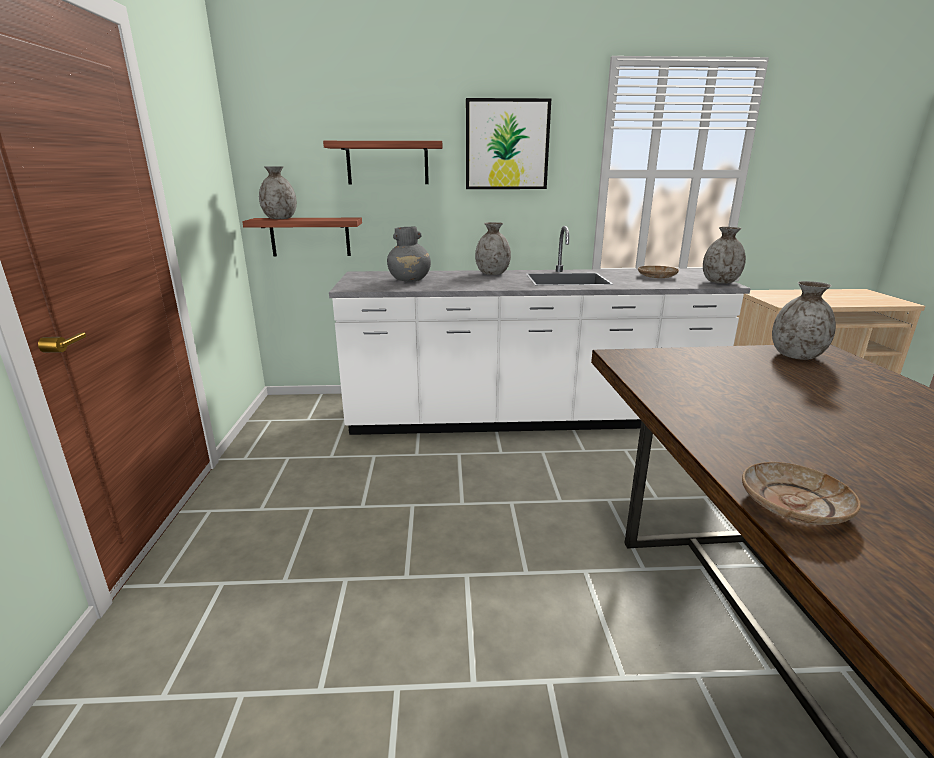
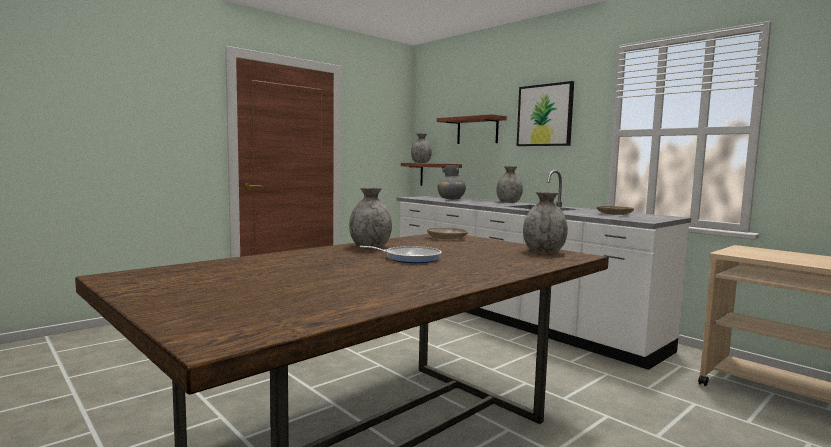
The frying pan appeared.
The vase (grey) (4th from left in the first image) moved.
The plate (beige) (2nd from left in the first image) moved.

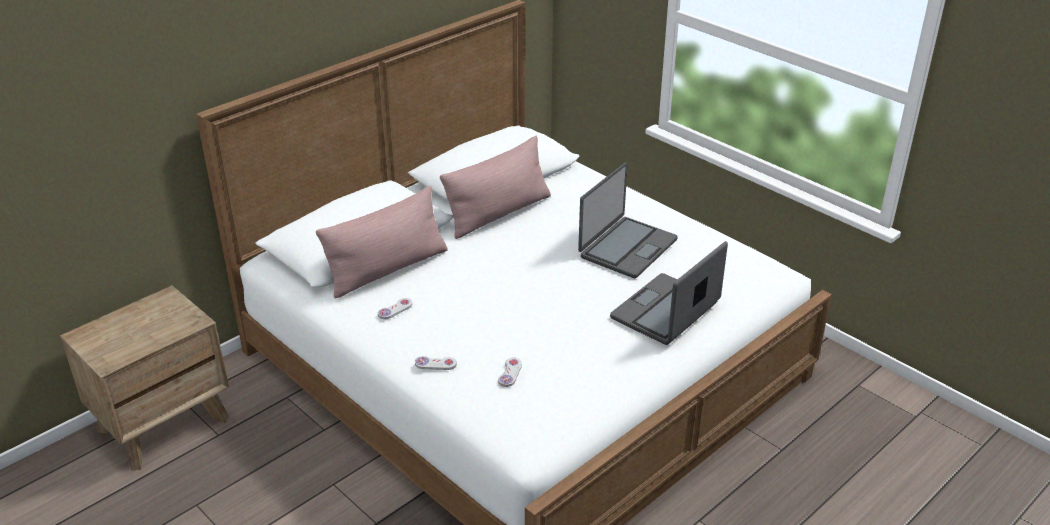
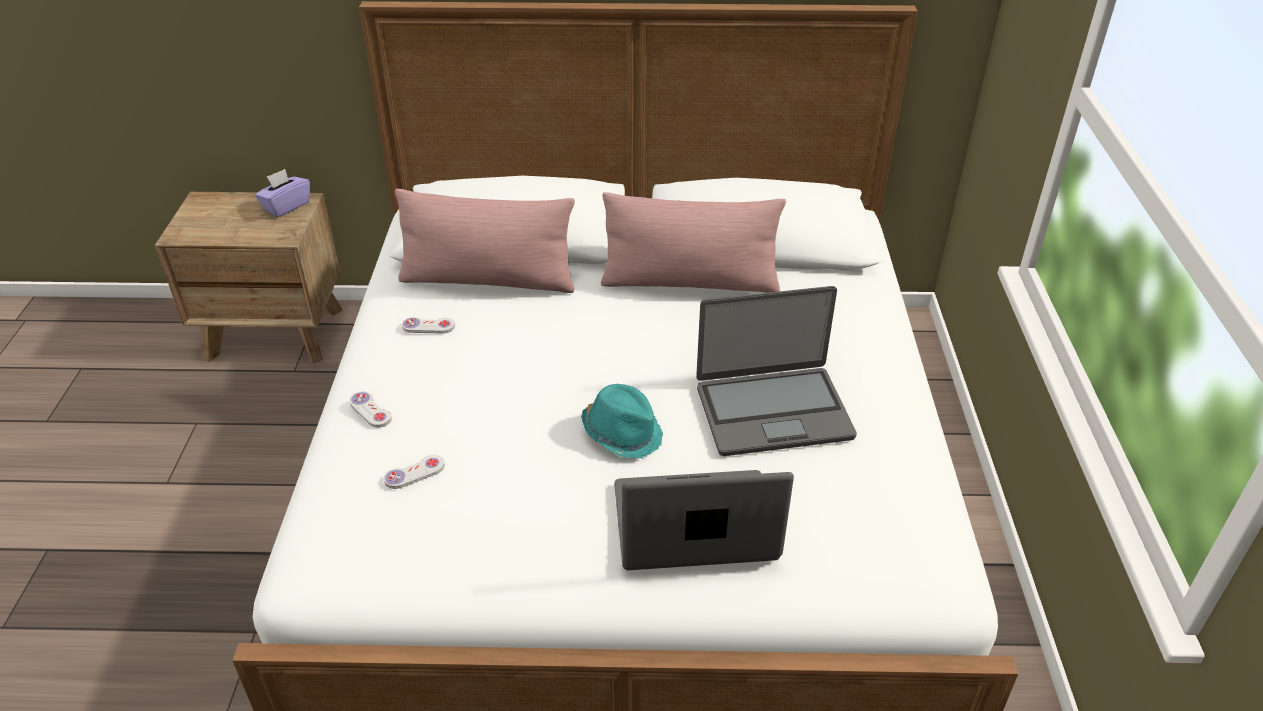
The tissue box (purple) appeared.
The hat (turquoise) appeared.

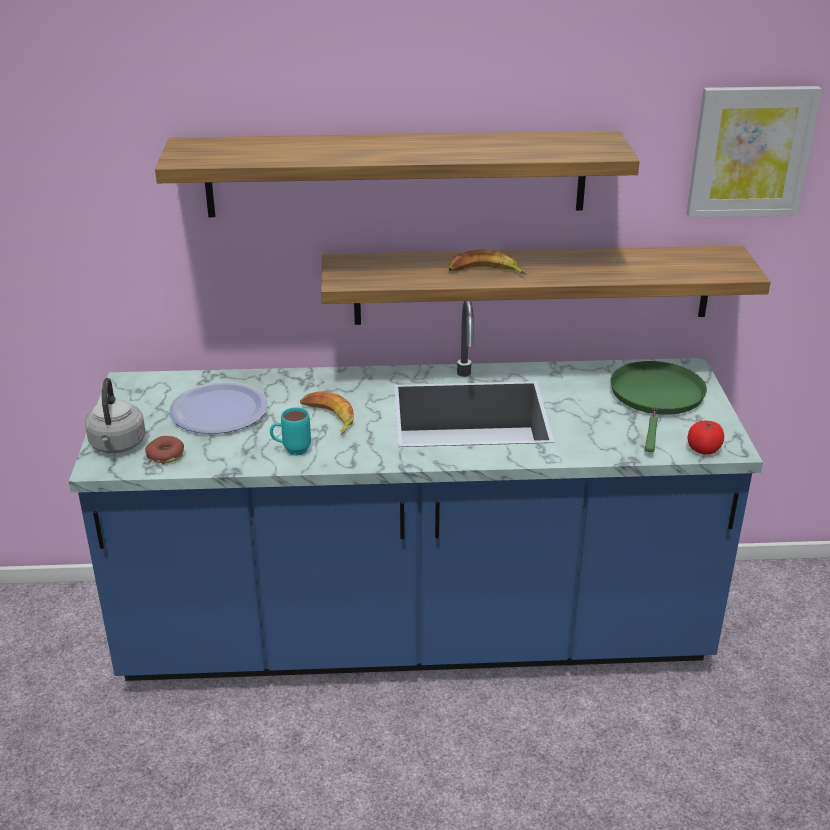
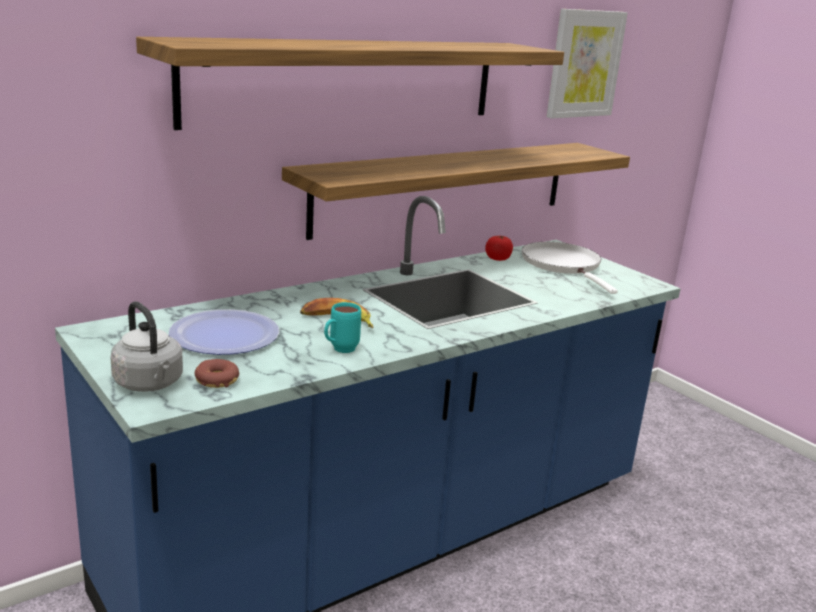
The banana (2nd from left) disappeared.
The tomato moved.
The frying pan (green) became the frying pan (white).

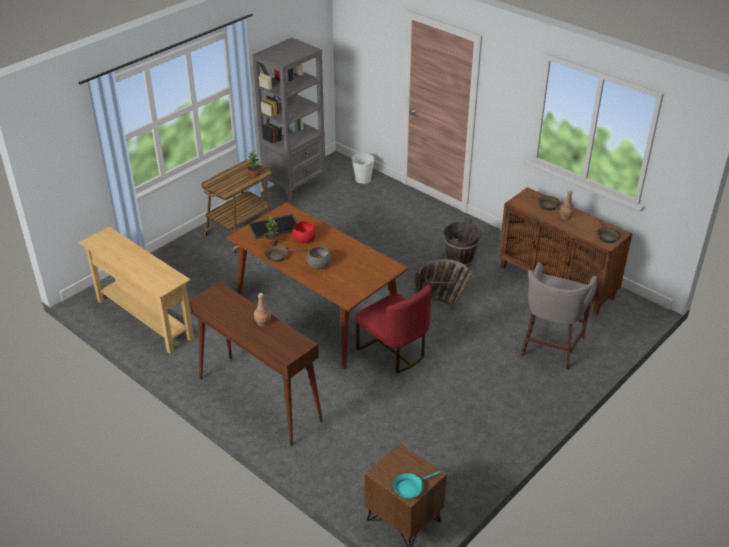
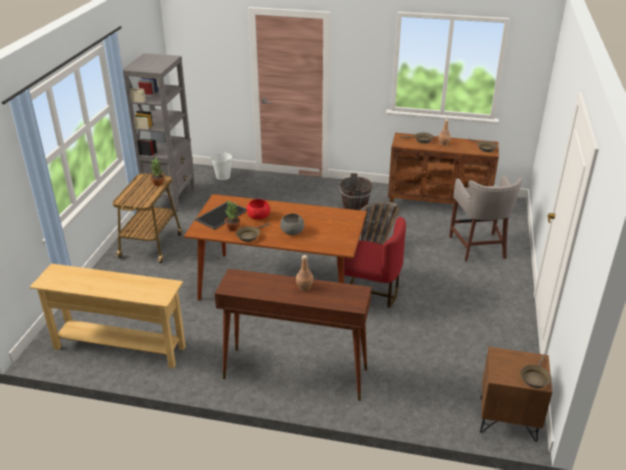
The frying pan (turquoise) became the frying pan (brown) (4th from left).

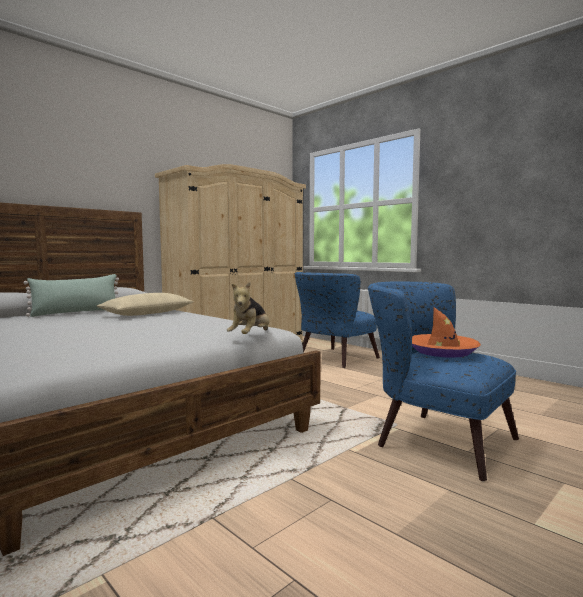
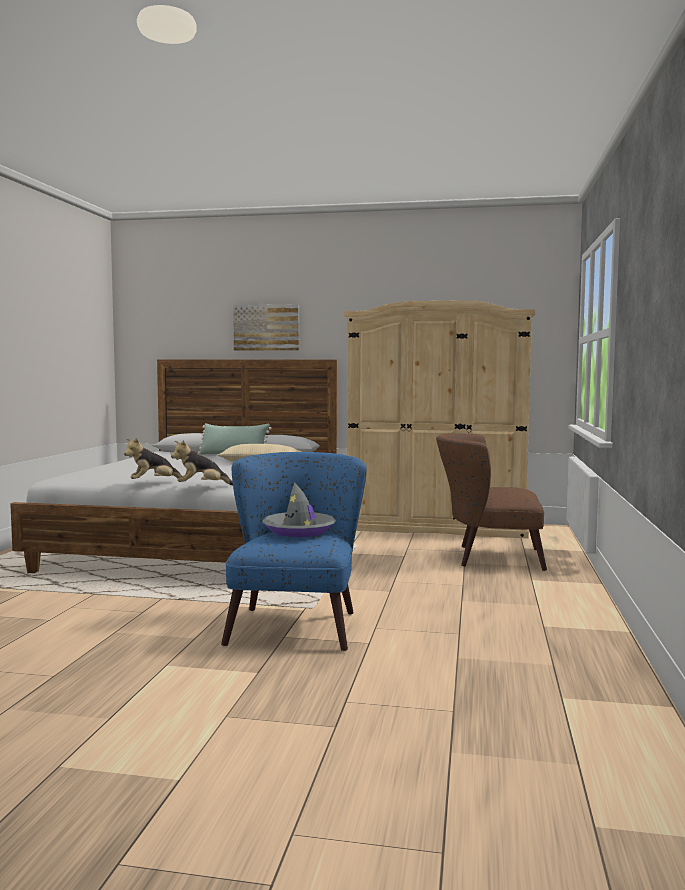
The plush toy (1st from left) appeared.
The picture appeared.
The armchair (blue) (1st from left) became the armchair (brown).
The hat (orange) became the hat (grey).

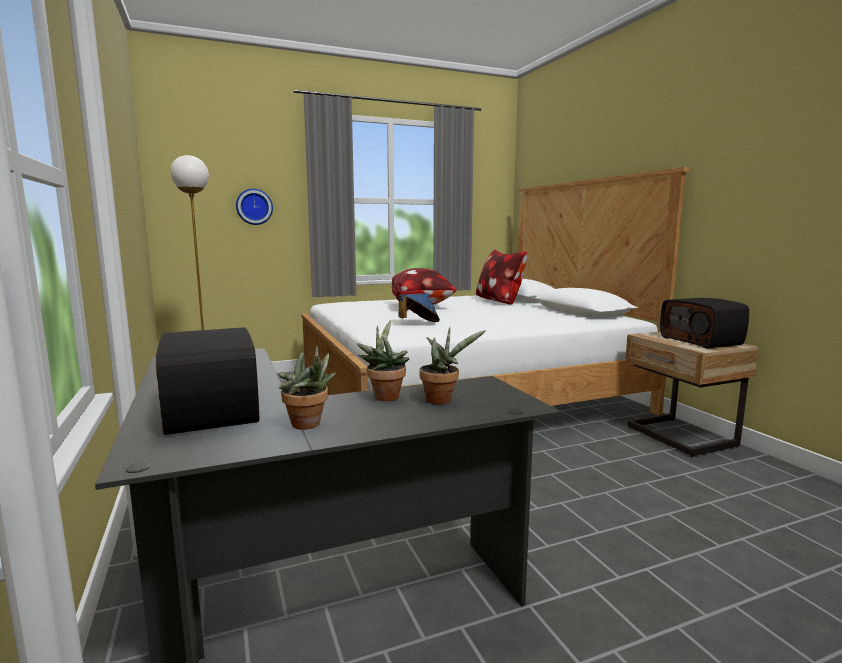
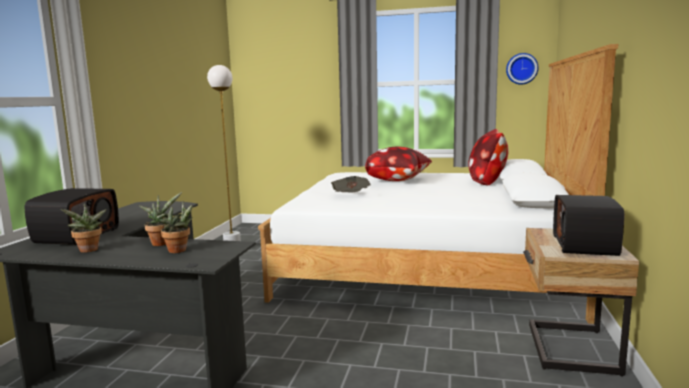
The wall clock moved.
The hat (blue) was replaced by the newspaper.

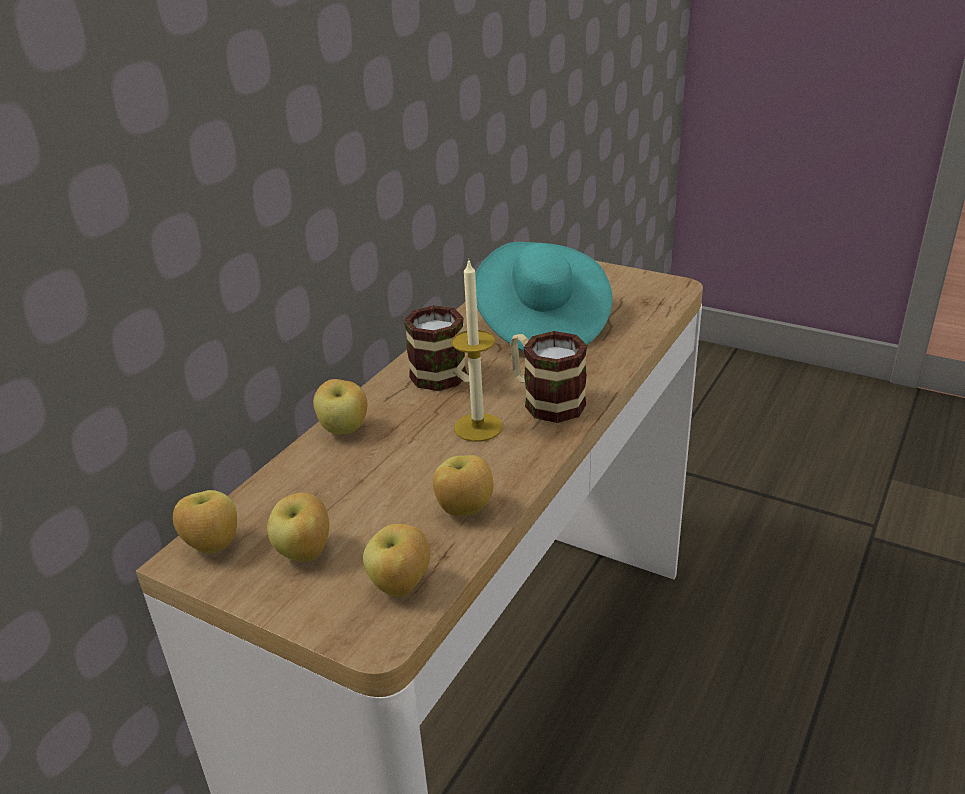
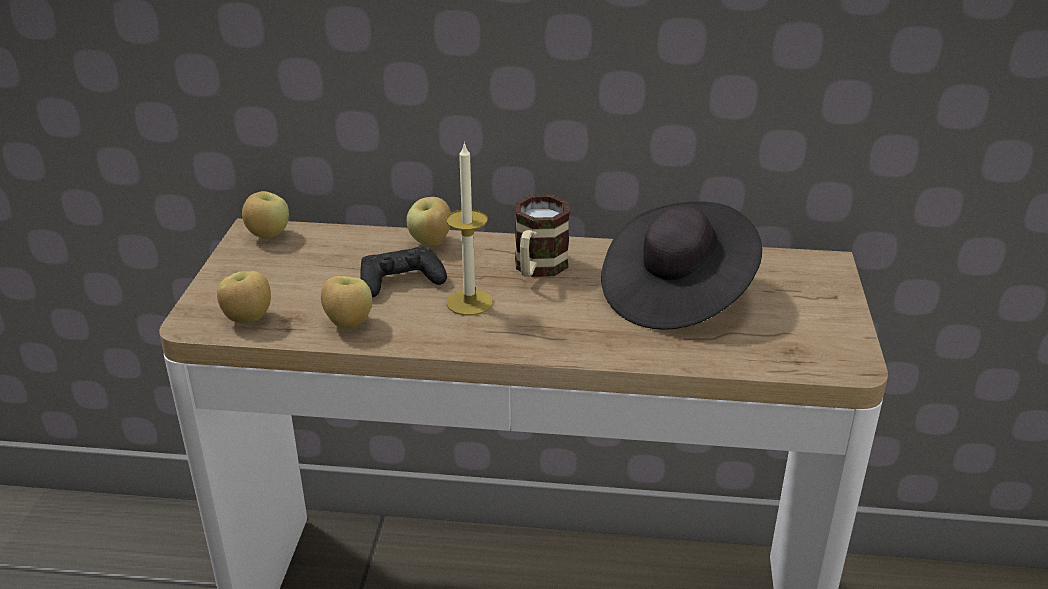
The apple (2nd from left) disappeared.
The mug (2nd from left) disappeared.
The game controller (black) appeared.
The hat (turquoise) became the hat (black).

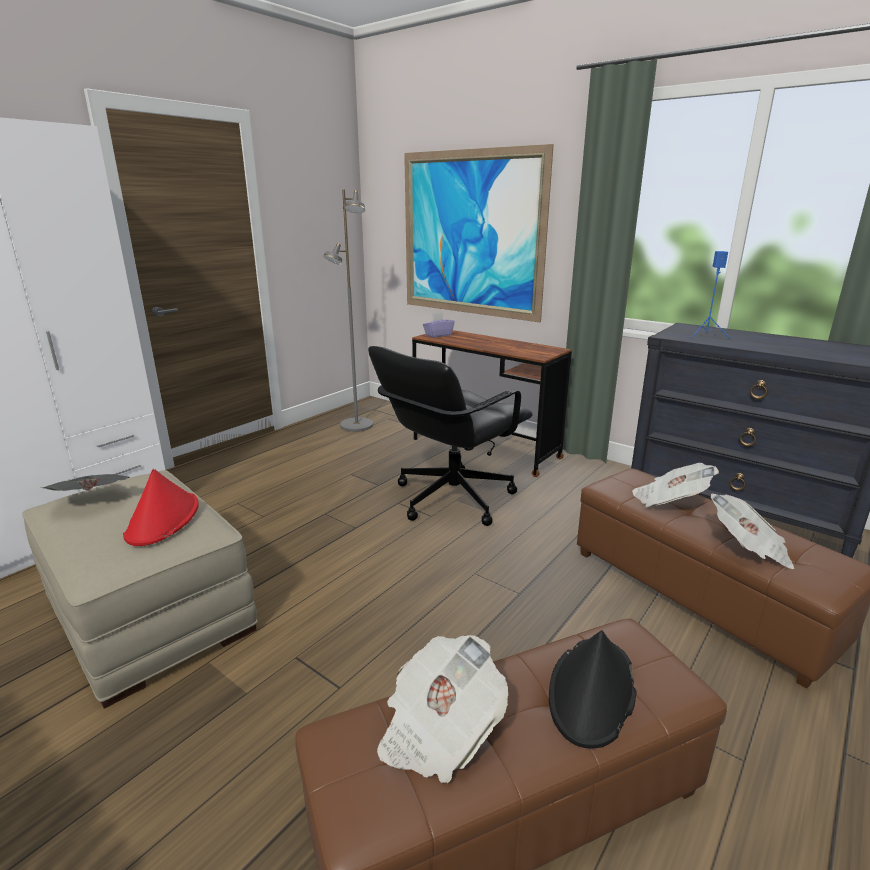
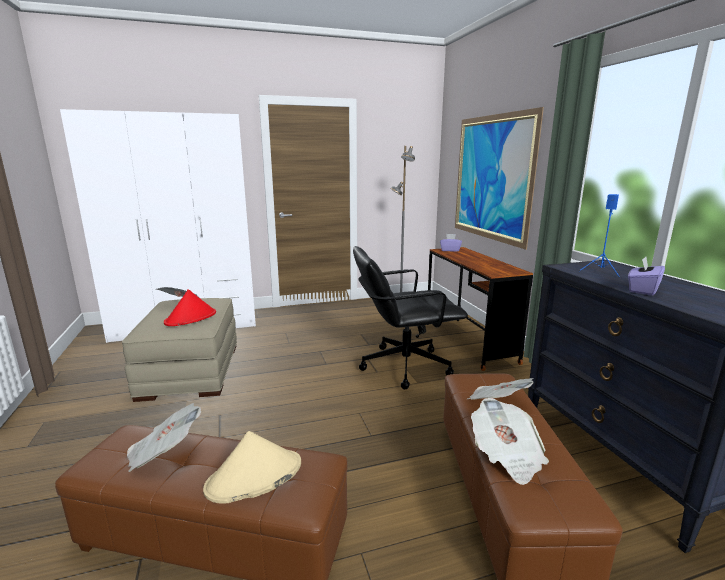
The tissue box (purple) (2nd from left) appeared.
The hat (black) became the hat (beige).

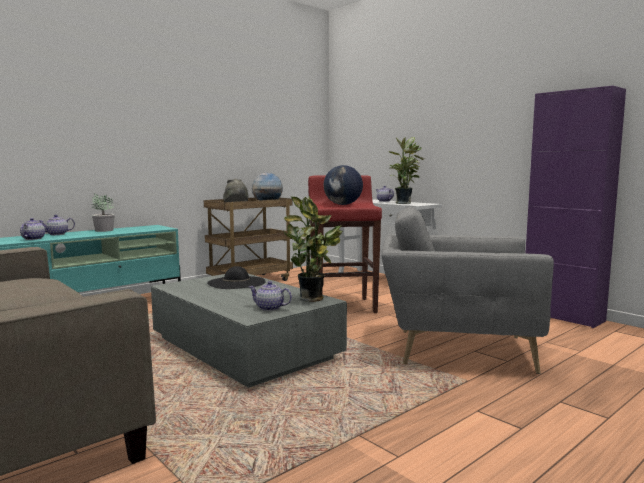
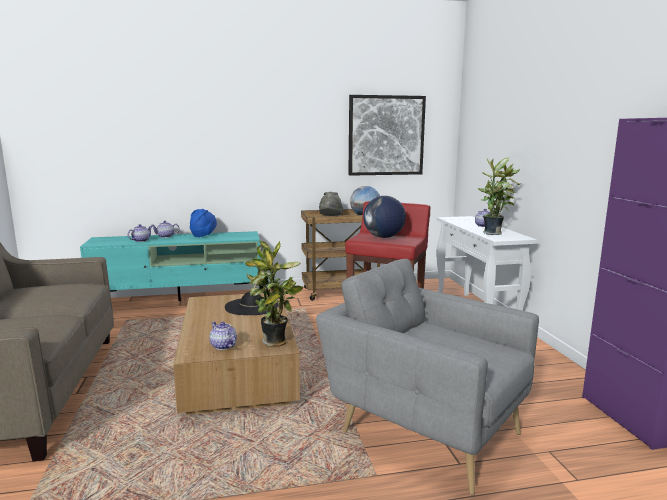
The picture appeared.
The potted plant (1st from left) was replaced by the hat (blue).
The coffee table (grey) became the coffee table (brown).

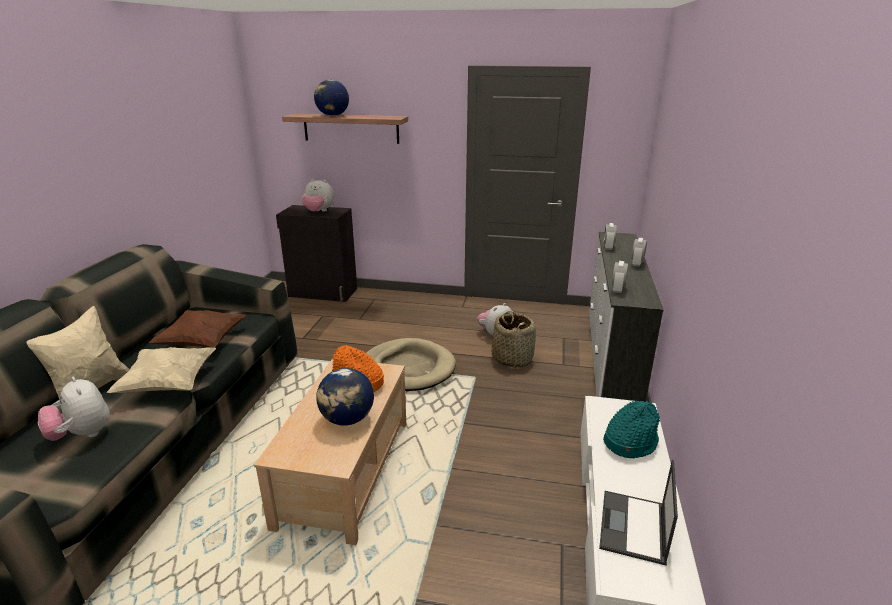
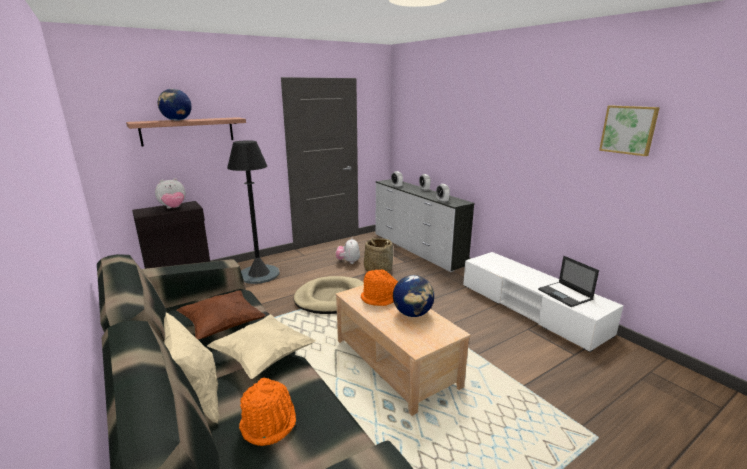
The hat (turquoise) disappeared.
The floor lamp (black) appeared.
The picture appeared.
The plush toy (1st from left) was replaced by the hat (orange) (1st from left).

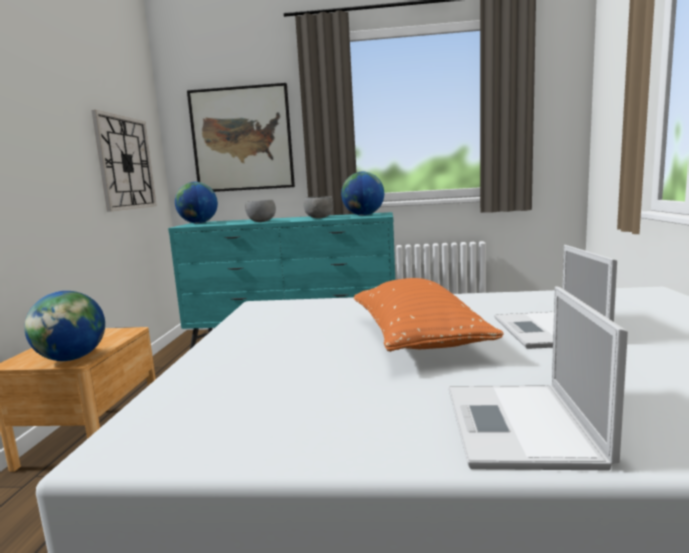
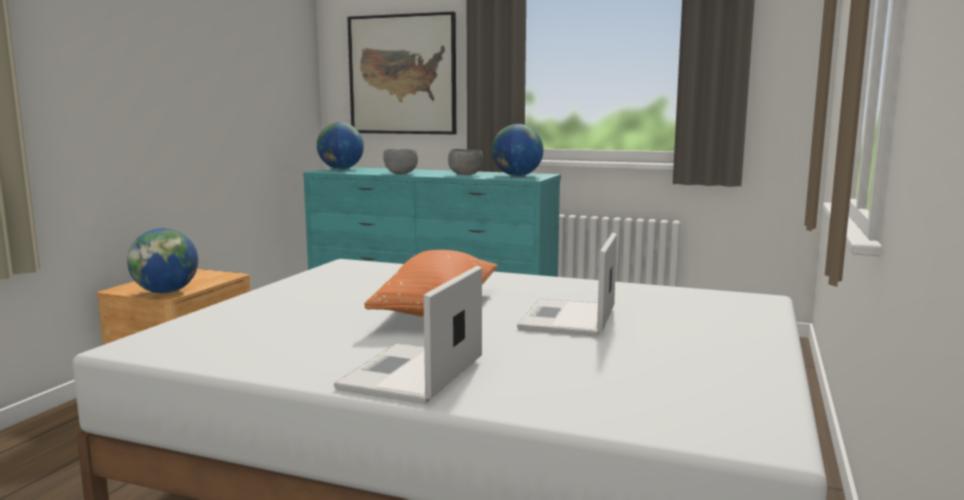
The wall clock disappeared.

